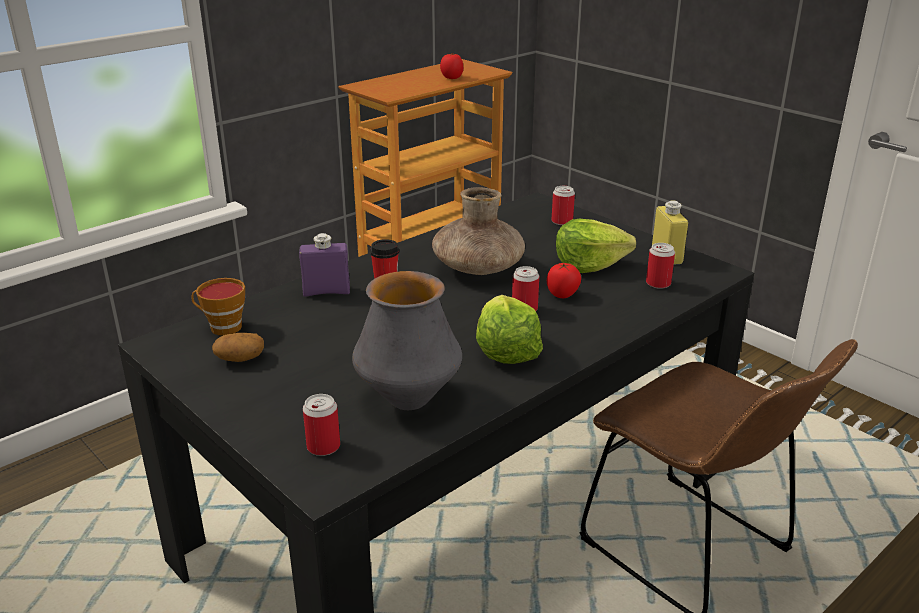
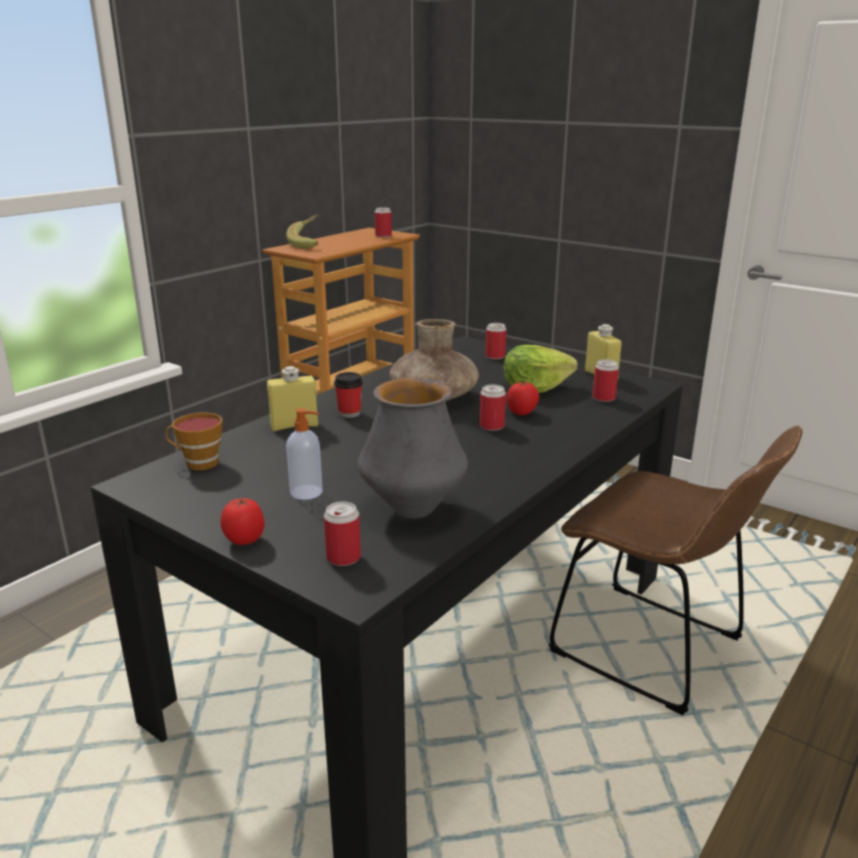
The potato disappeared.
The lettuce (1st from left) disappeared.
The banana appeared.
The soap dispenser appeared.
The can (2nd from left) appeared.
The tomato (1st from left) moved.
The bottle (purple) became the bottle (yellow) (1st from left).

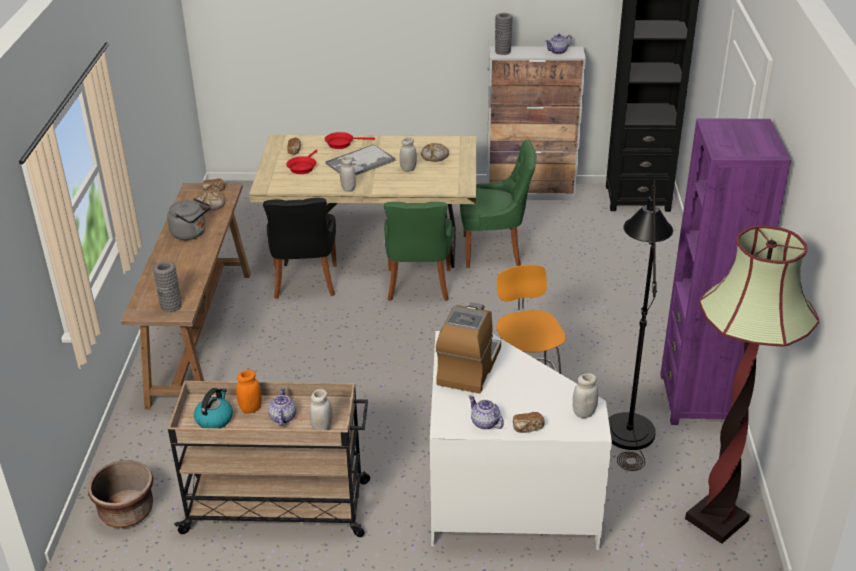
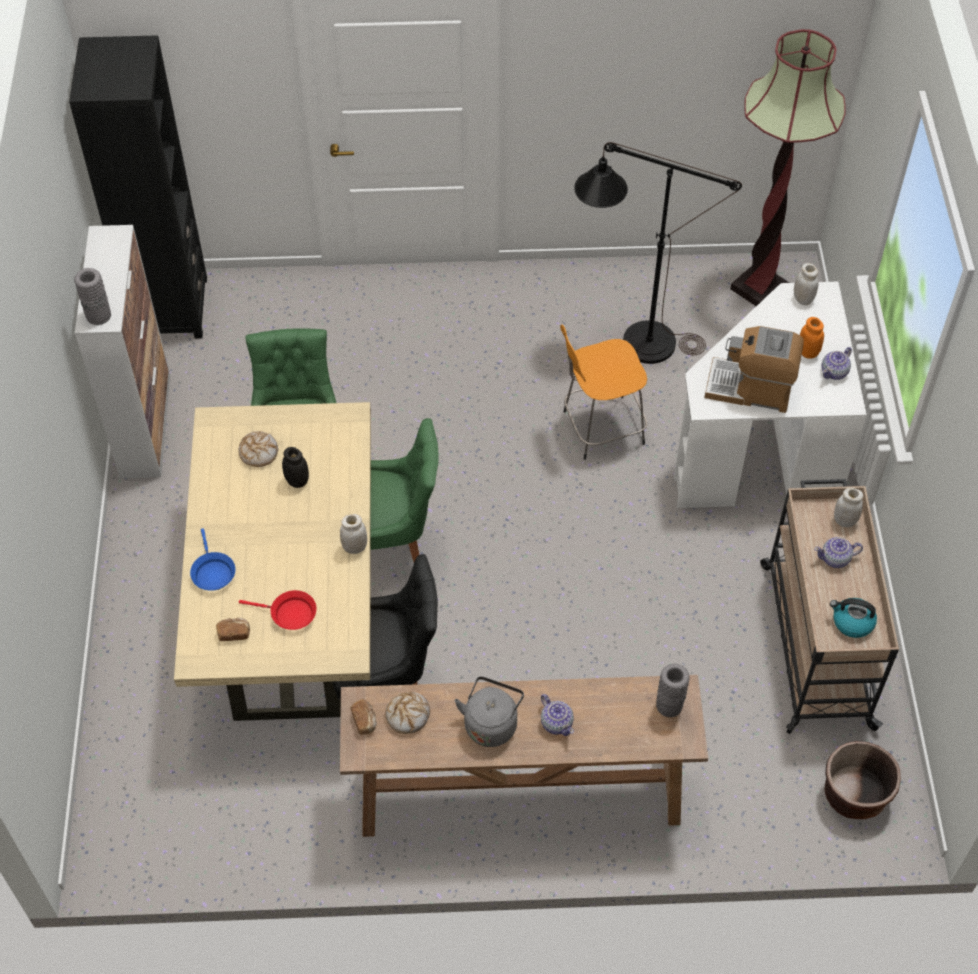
The tray disappeared.
The bread (5th from left) disappeared.
The bookcase (purple) disappeared.
The jar (orange) moved.
The teapot (3rd from left in the first image) moved.
The frying pan (red) (2nd from left) became the frying pan (blue).
The jar (white) (3rd from left) became the jar (black).

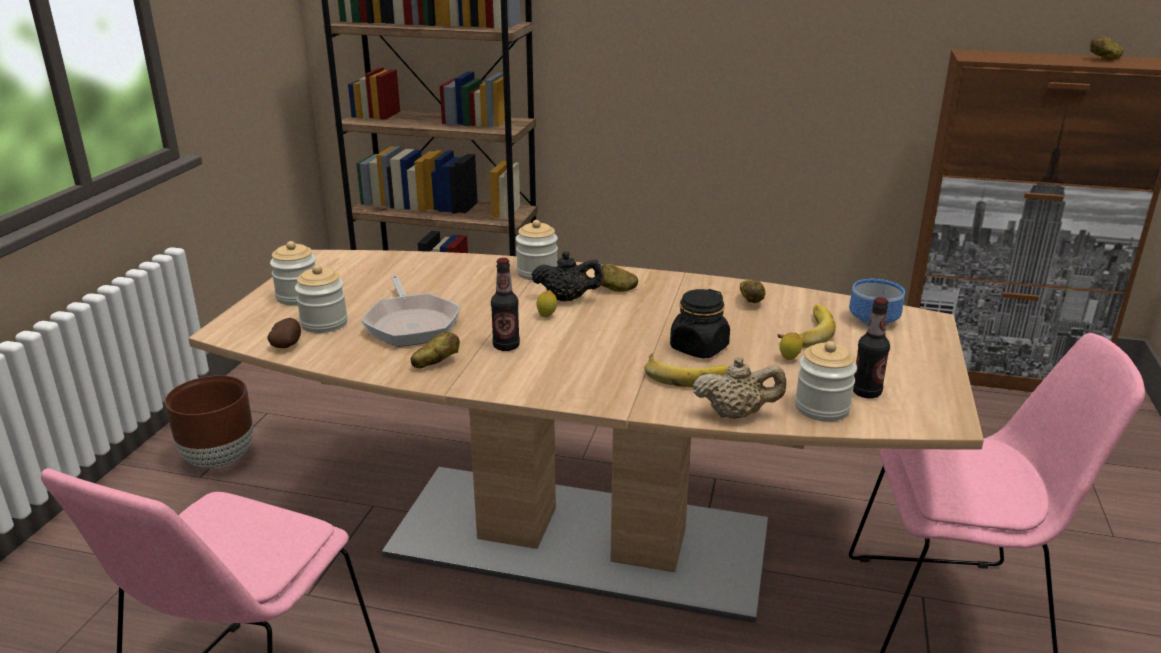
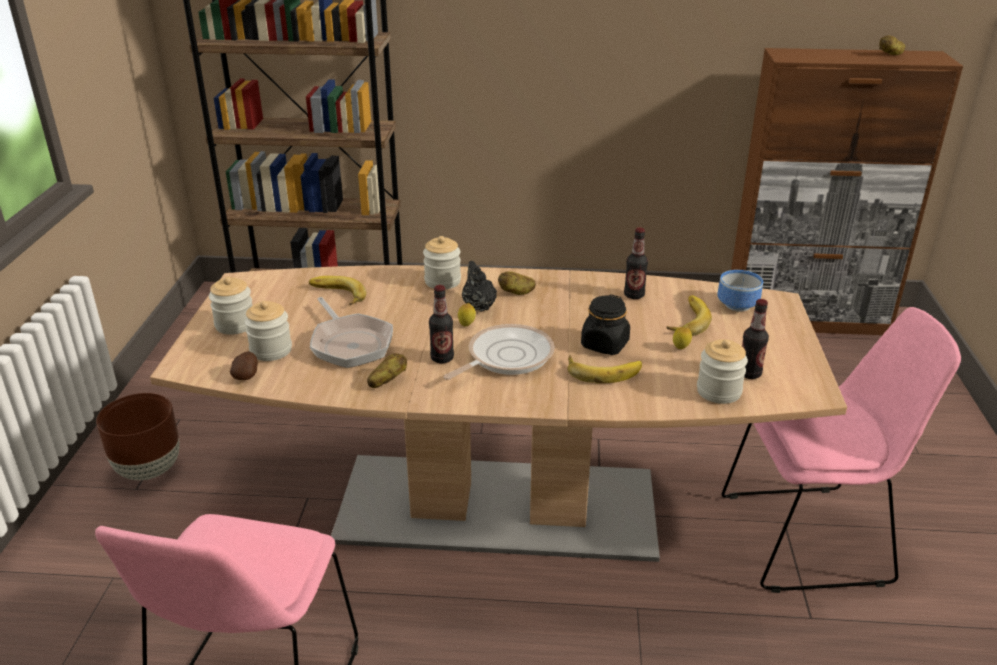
The teapot (beige) disappeared.
The banana (1st from left) appeared.
The frying pan (2nd from left) appeared.
The potato (4th from left) was replaced by the bottle (2nd from left).
The teapot (black) turned 105 degrees counterclockwise.

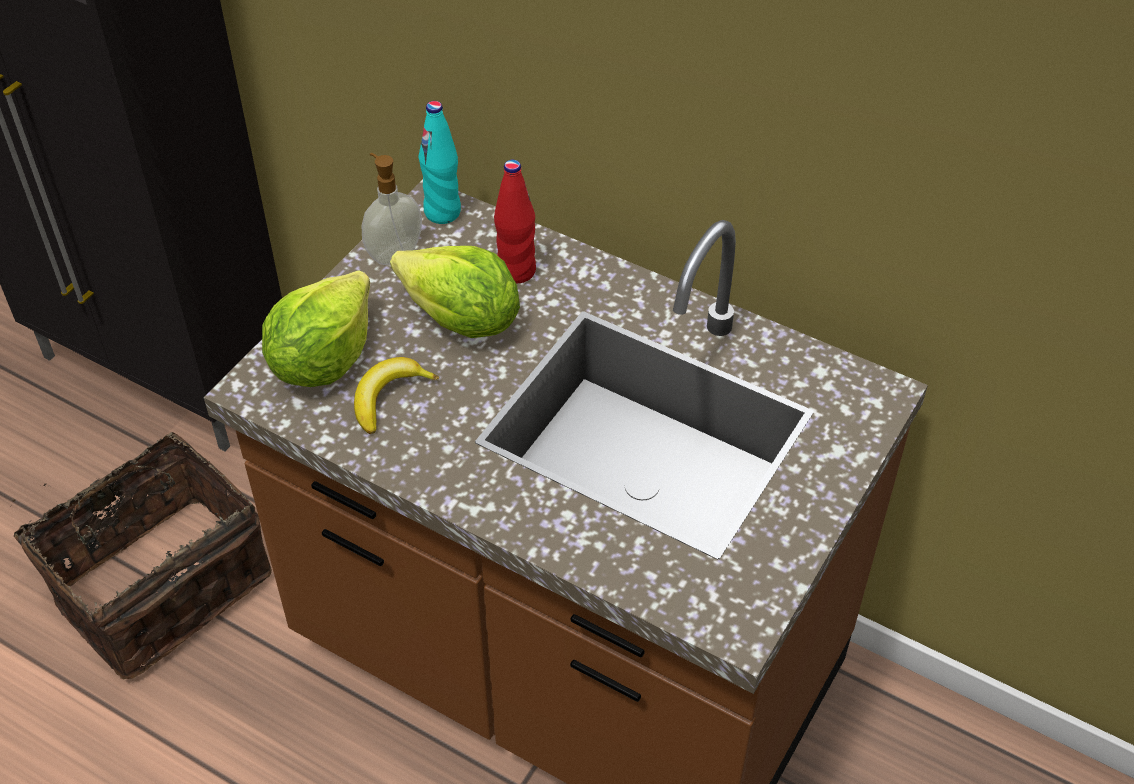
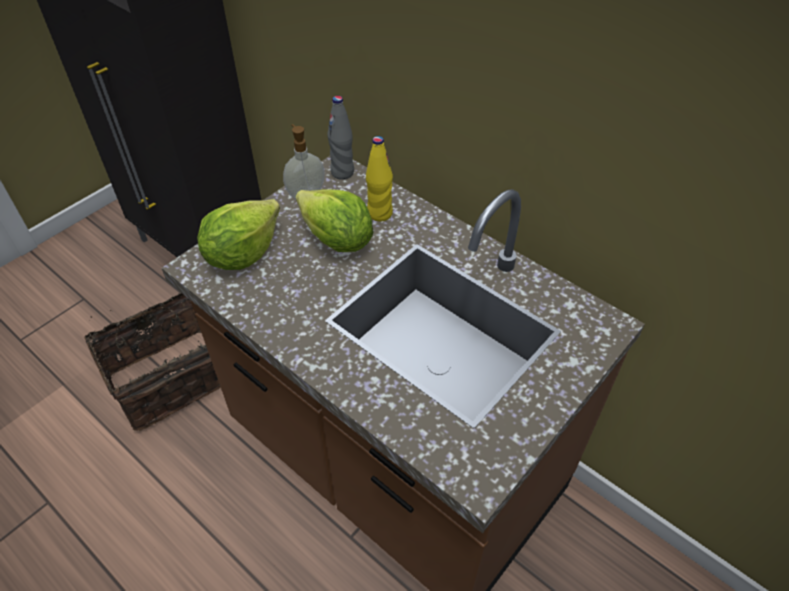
The banana disappeared.
The bottle (turquoise) became the bottle (grey).
The bottle (red) became the bottle (yellow).

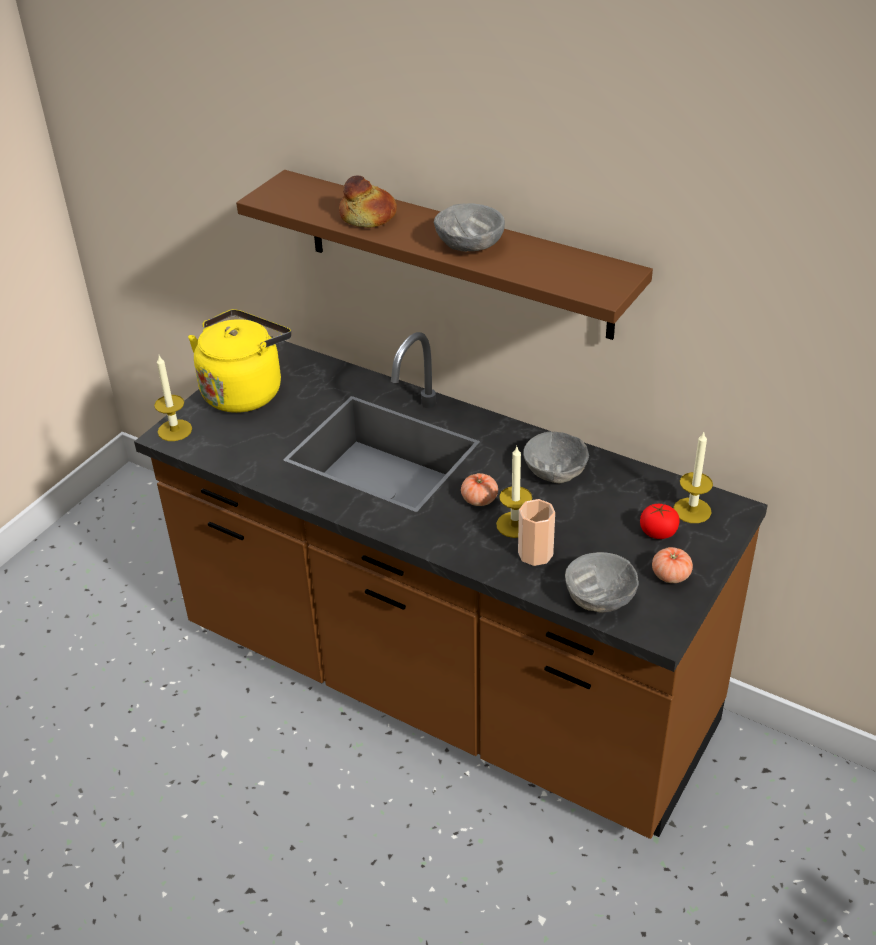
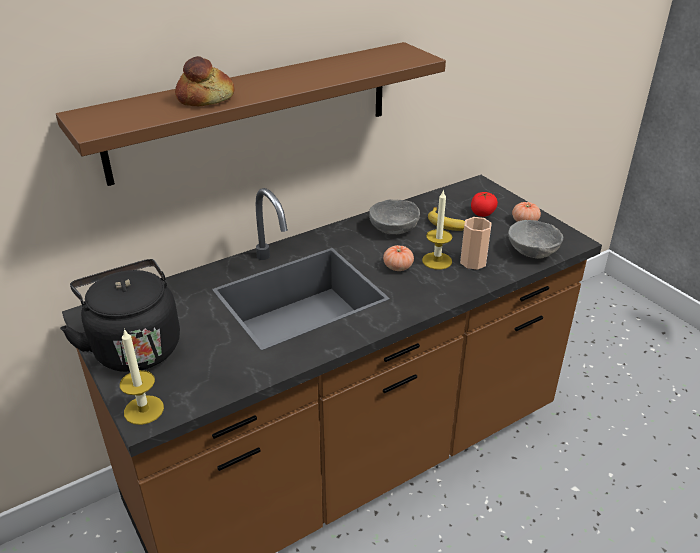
The bowl (grey) (1st from left) disappeared.
The candle (3rd from left) disappeared.
The banana appeared.
The kettle (yellow) became the kettle (black).

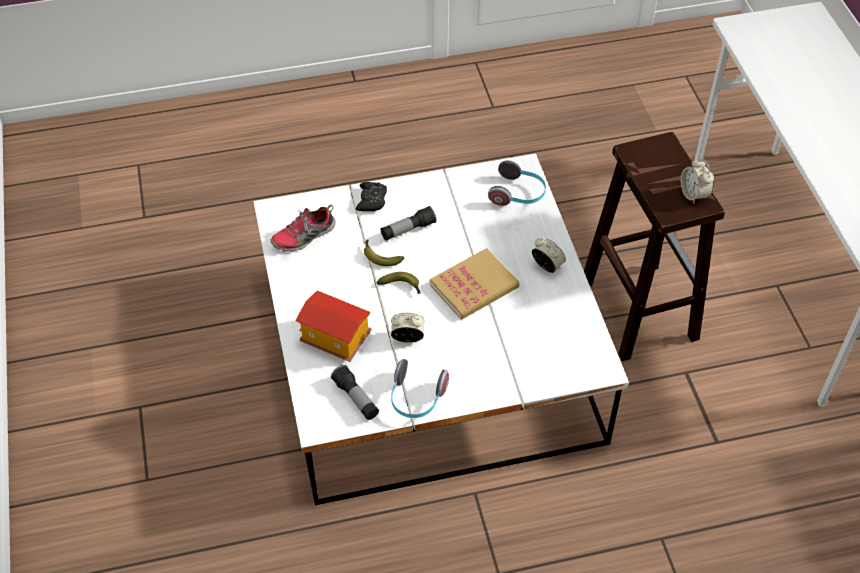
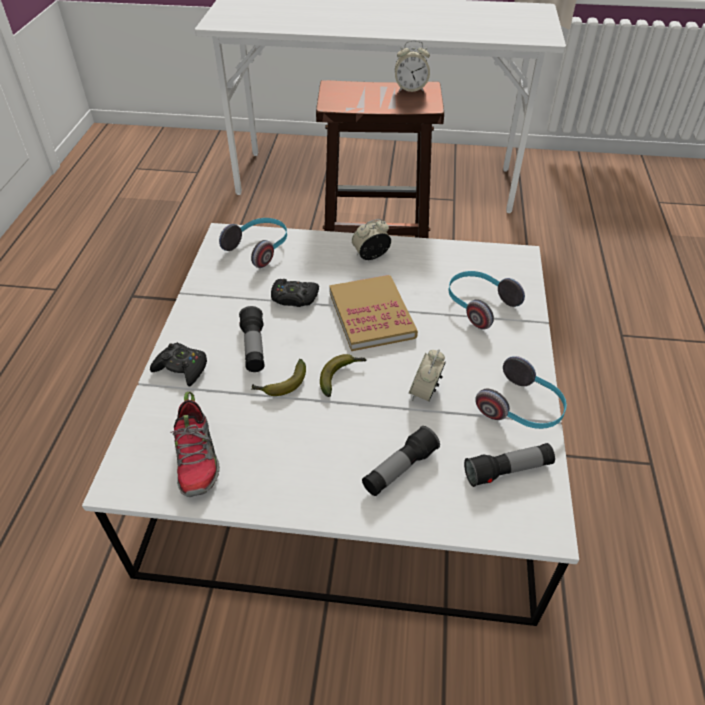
The game controller (black) (2nd from left) appeared.
The headphones (2nd from left) appeared.
The toy house was replaced by the flashlight (2nd from left).

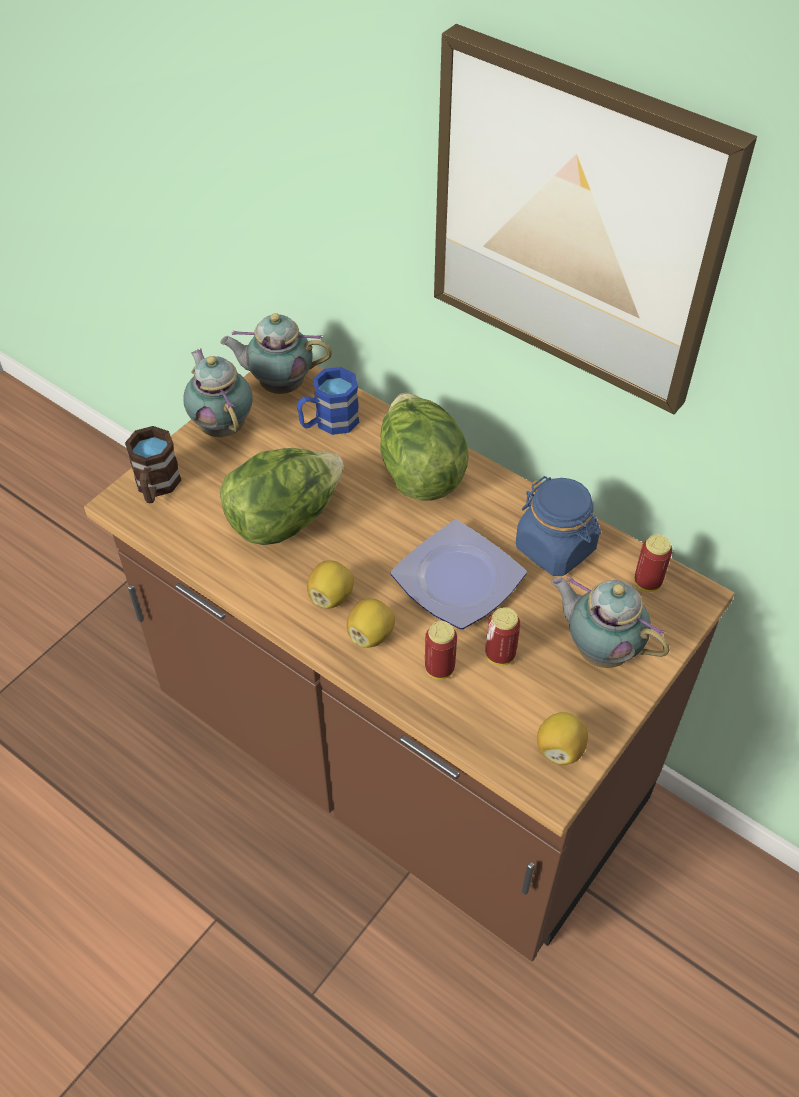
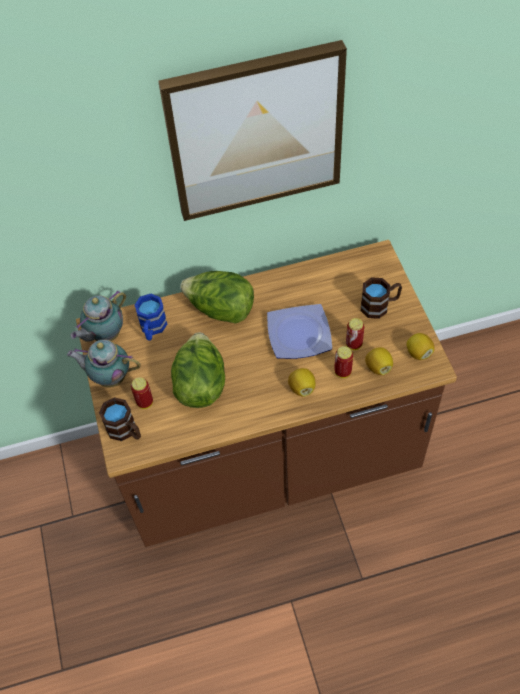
The jar (blue) disappeared.
The lemon (1st from left in the first image) moved.
The can (3rd from left in the first image) moved.
The teapot (3rd from left) was replaced by the mug (brown) (2nd from left).

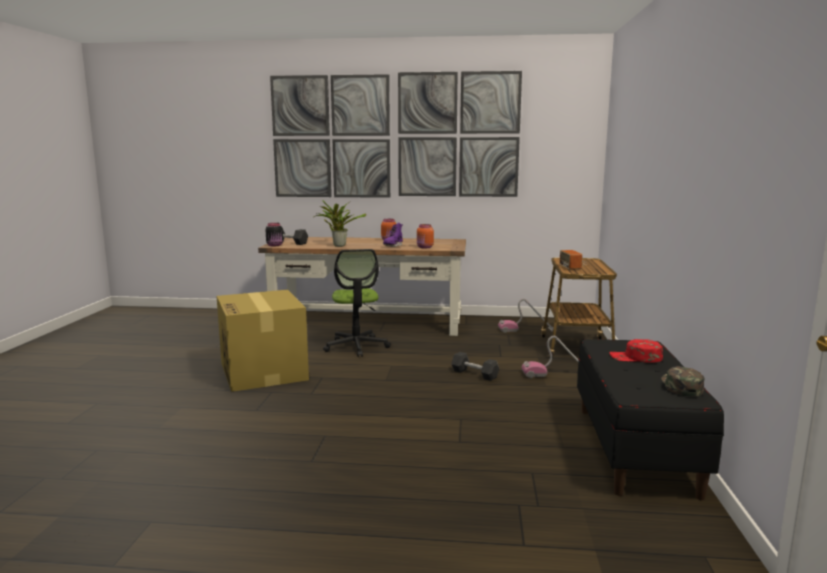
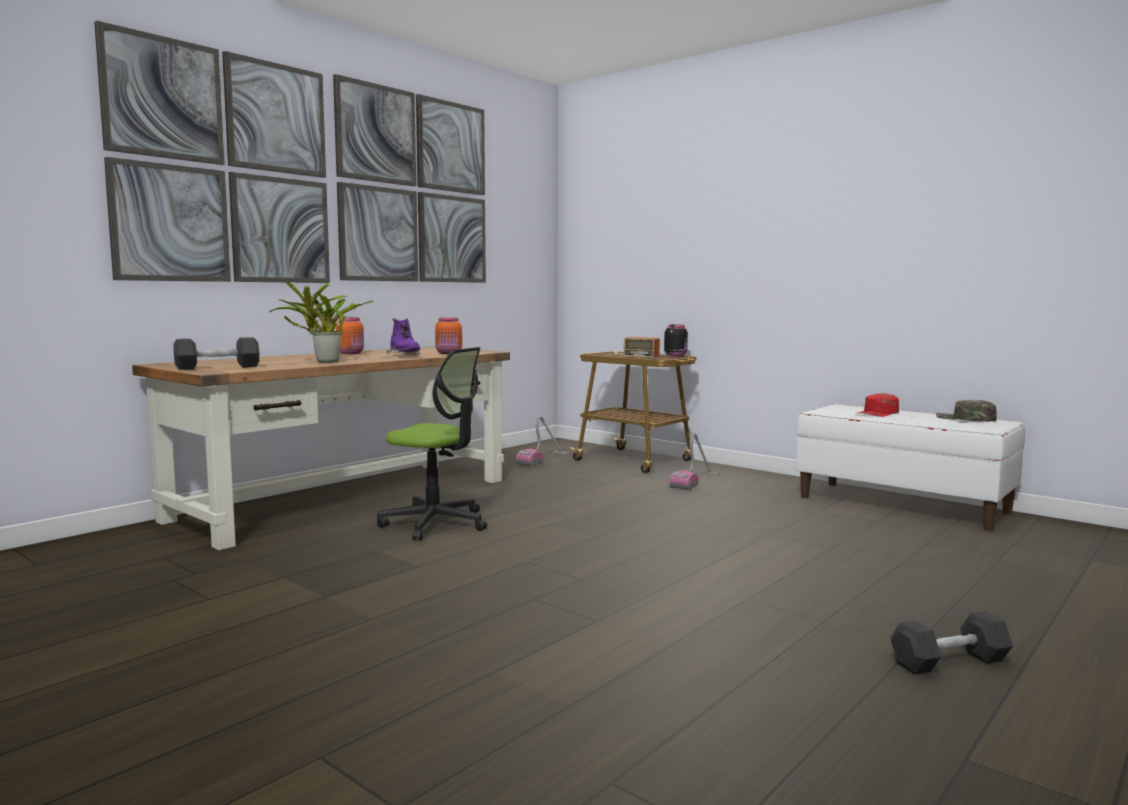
The cardboard box disappeared.
The jar (black) moved.
The dumbbell (black) (2nd from left) moved.
The bench (black) became the bench (white).

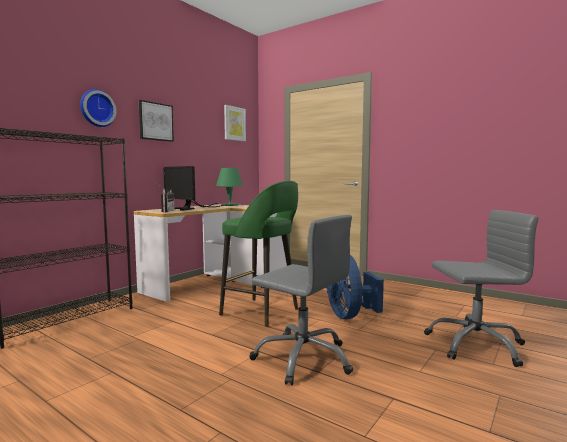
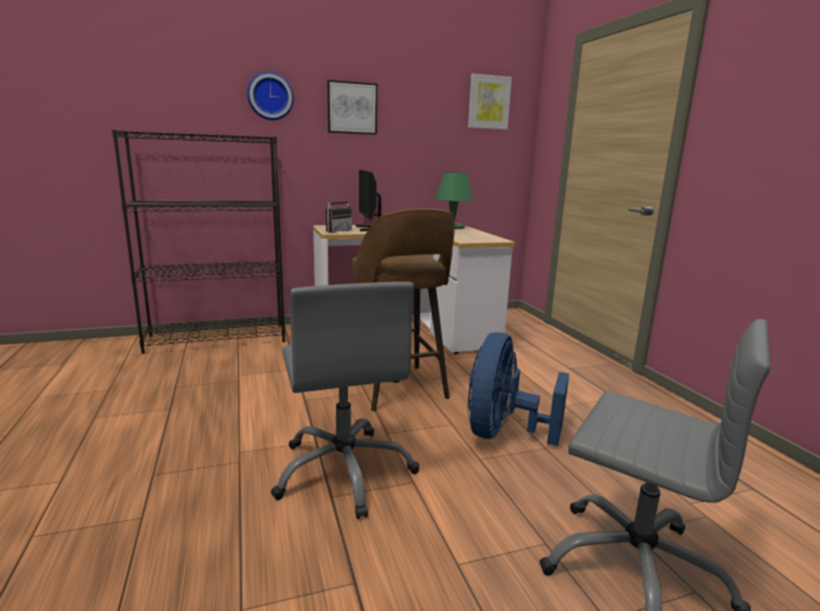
The stool (green) became the stool (brown).

